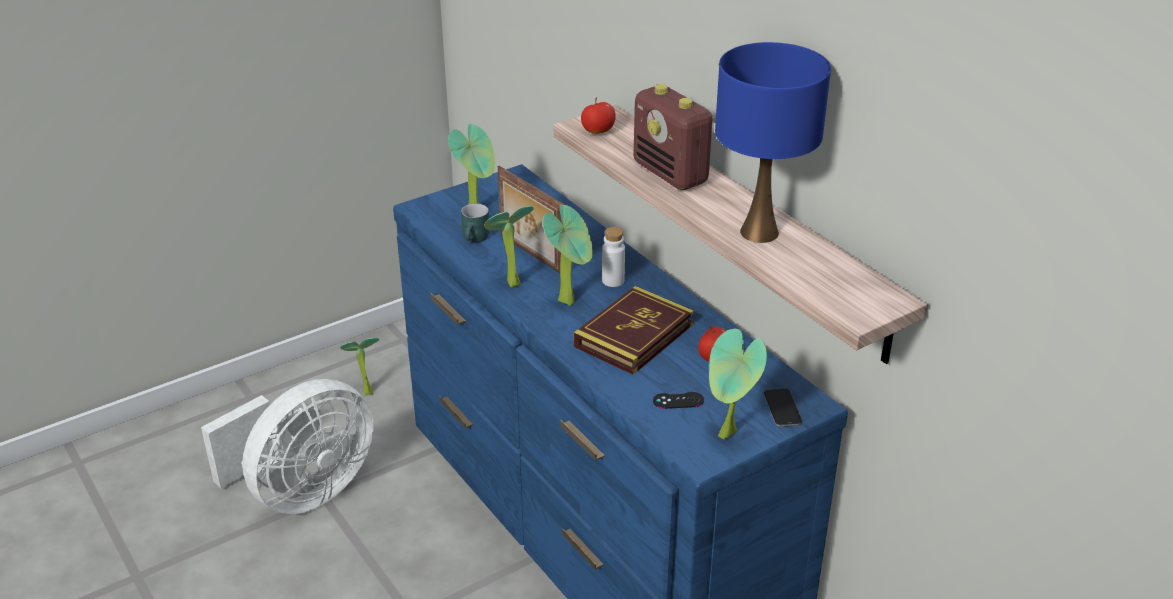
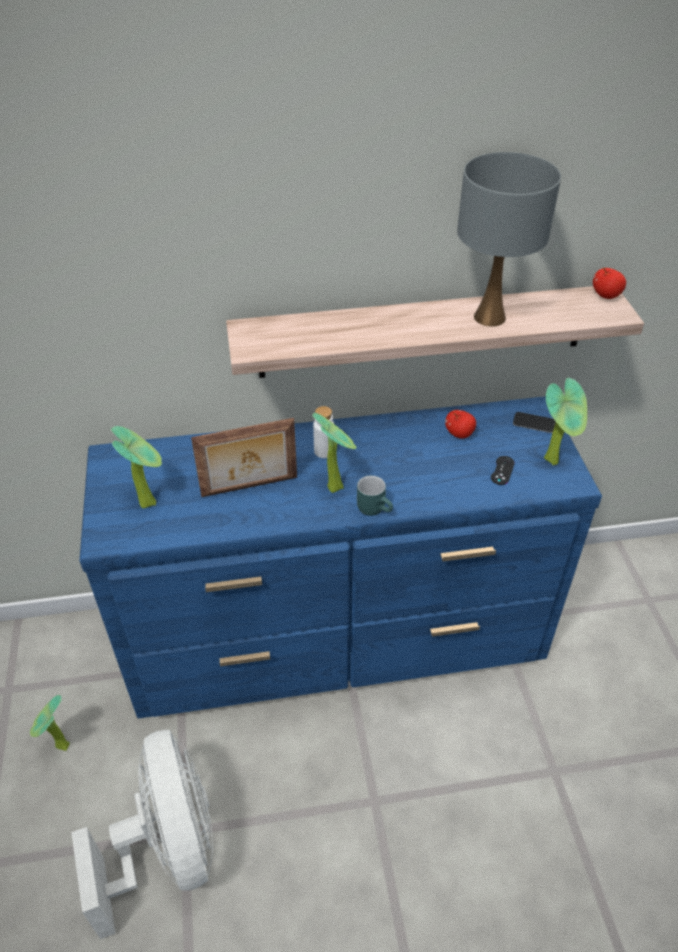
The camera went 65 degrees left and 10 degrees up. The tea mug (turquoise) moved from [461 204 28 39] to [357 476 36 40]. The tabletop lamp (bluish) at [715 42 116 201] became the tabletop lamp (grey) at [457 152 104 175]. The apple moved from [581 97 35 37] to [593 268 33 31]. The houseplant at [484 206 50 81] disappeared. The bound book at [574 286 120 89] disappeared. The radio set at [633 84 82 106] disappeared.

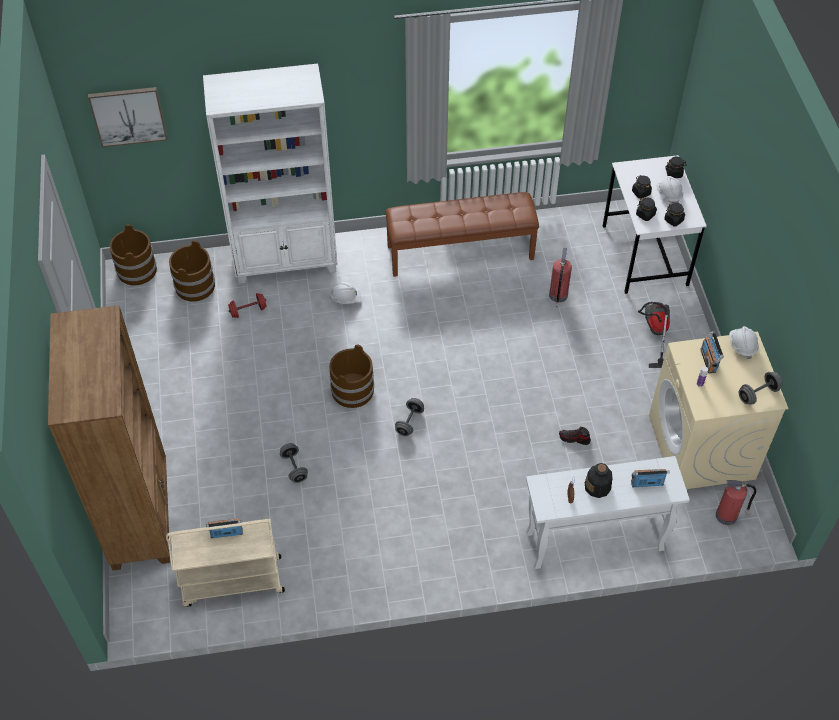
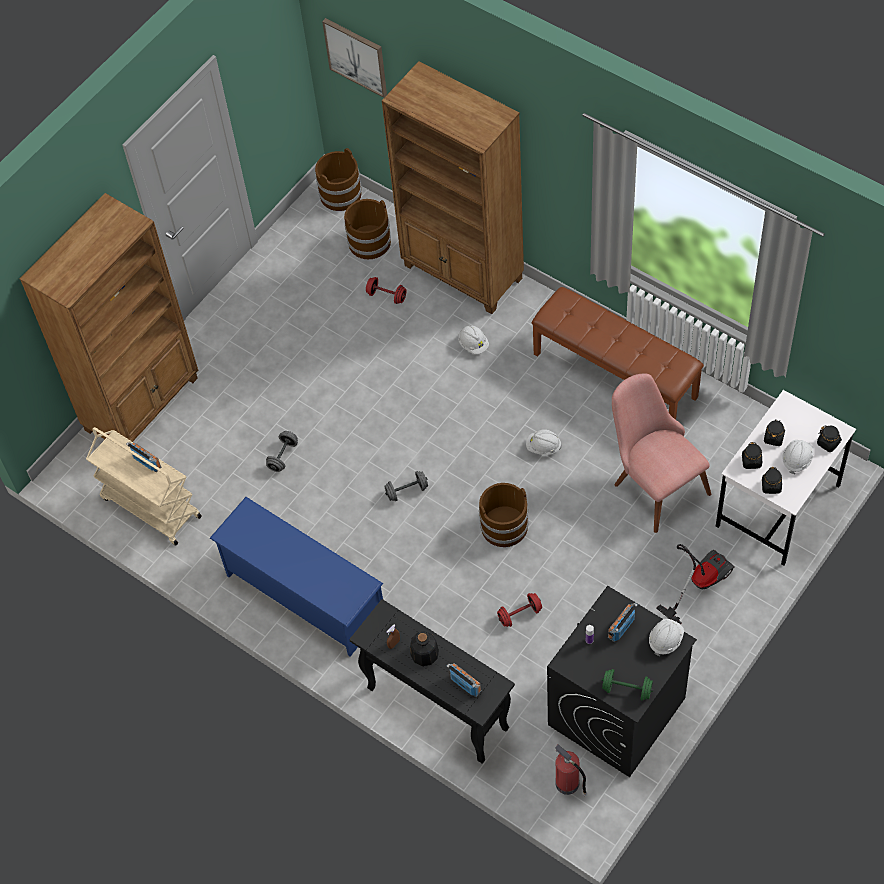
The camera went 50 degrees right and 5 degrees up. The shoe stand (bluish) at [210 497 173 159] appeared. The narrow table (white-coloured) at [526 456 164 113] became the narrow table (blackish) at [349 599 166 165]. The bookcase (white-coloured) at [203 64 135 220] became the bookcase (brown-coloured) at [382 61 142 253]. The bucket (brown-coloured) moved from [329 344 45 64] to [479 483 50 64]. The low shoe at [559 427 32 18] was replaced by the dumbbell (red) at [497 593 45 34]. The work helmet (white-coloured) at [526 429 36 26] appeared. The washing machine (beige) at [649 331 140 158] became the washing machine (blackish) at [547 586 150 191]. The dumbbell (grey) at [739 372 44 32] became the dumbbell (greenish) at [602 669 51 32]. The fire extinguisher at [549 248 23 60] was replaced by the plain chair (pinkish) at [612 374 99 159].

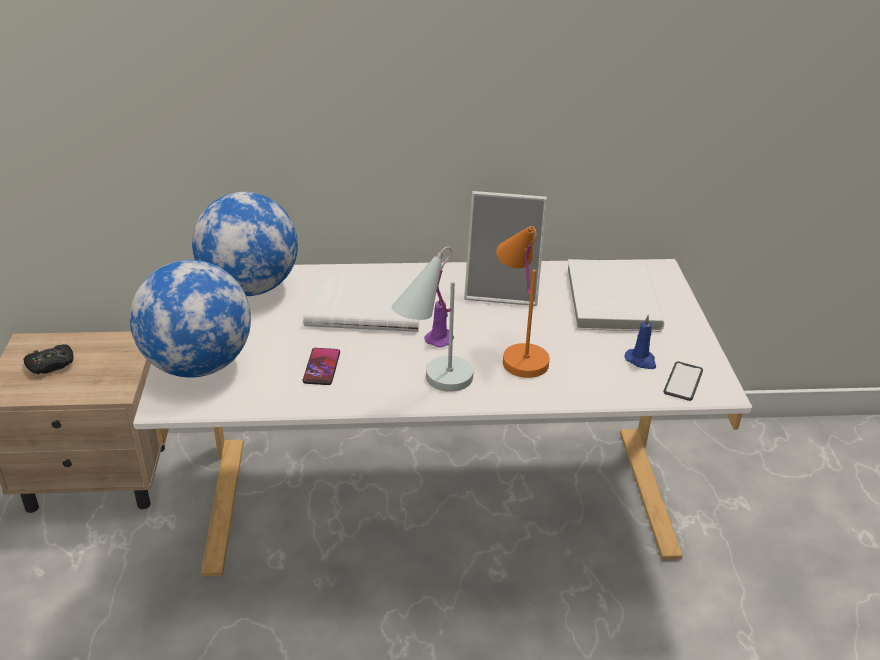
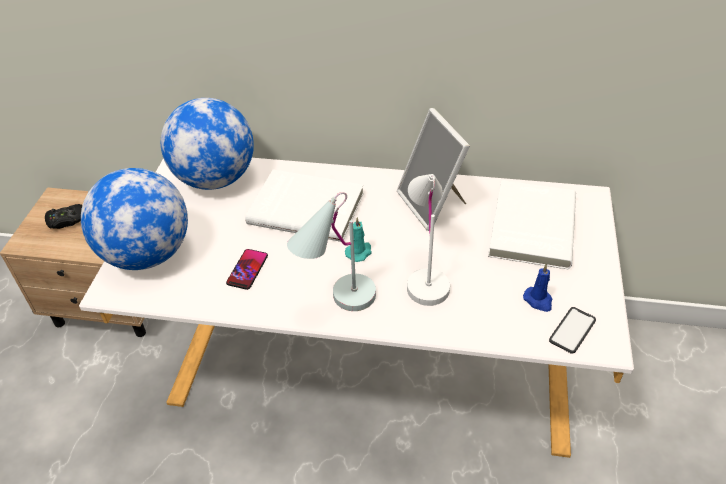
The camera went 15 degrees right and 10 degrees up. The candle (purple) at [424 300 30 47] became the candle (turquoise) at [345 217 27 45]. The picture frame at [464 191 83 115] turned 45 degrees clockwise. The tabletop lamp (orange-coloured) at [496 226 54 152] became the tabletop lamp (white-coloured) at [407 174 43 132].

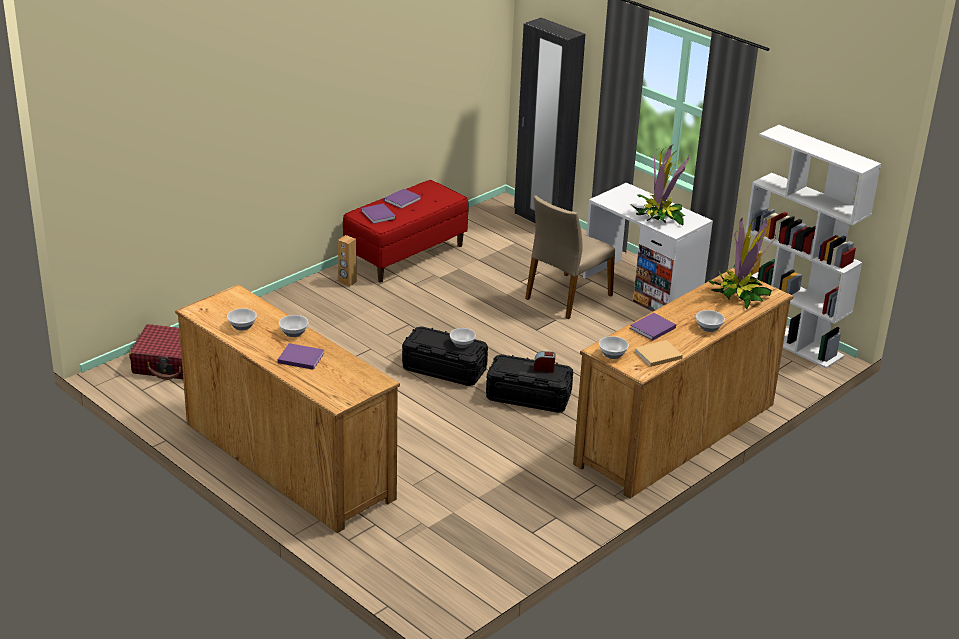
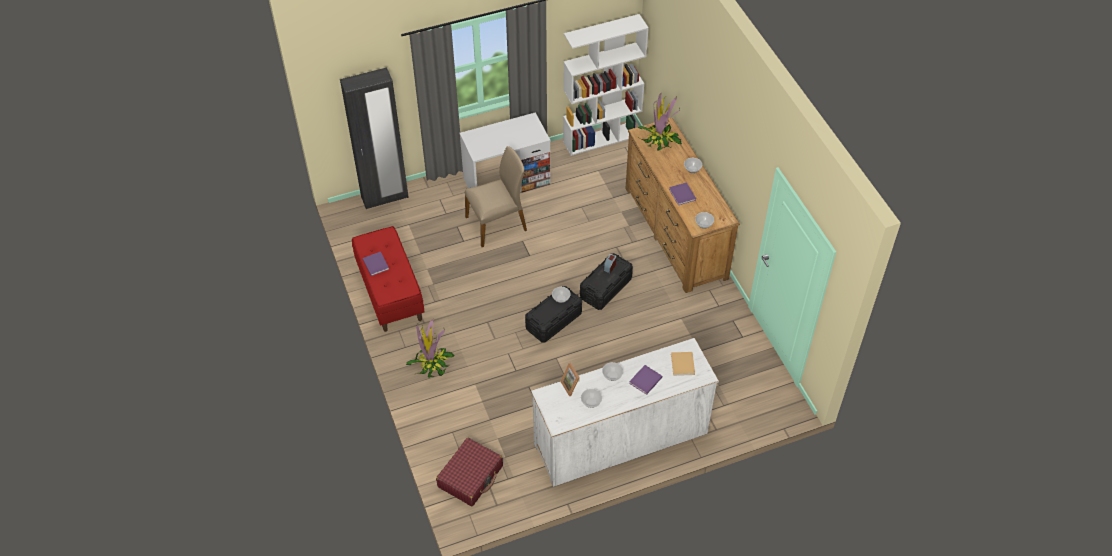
The camera went 65 degrees left and 20 degrees up. The houseplant moved from [631 145 58 80] to [406 319 48 59]. The plain chair (beige) at [525 195 90 124] turned 90 degrees counterclockwise. The chest of drawers (brown-coloured) at [175 284 225 249] became the chest of drawers (white-coloured) at [531 338 188 149]. The picture frame at [560 363 20 33] appeared. The bound book (beige) moved from [634 340 49 27] to [671 352 24 24]. The loudspeaker (brown-coloured) at [338 235 19 52] disappeared. The bound book (purple) at [361 204 35 20] disappeared.

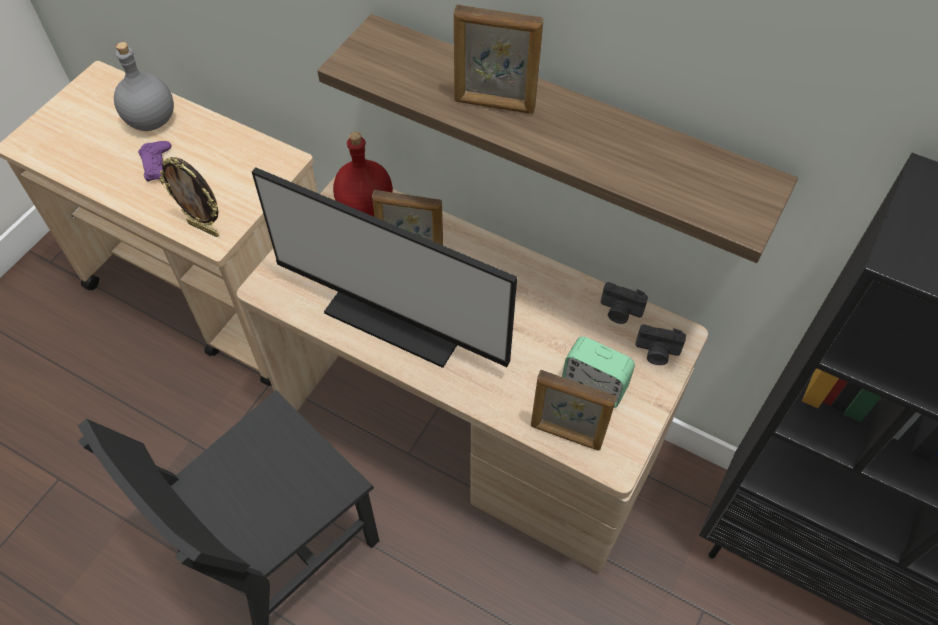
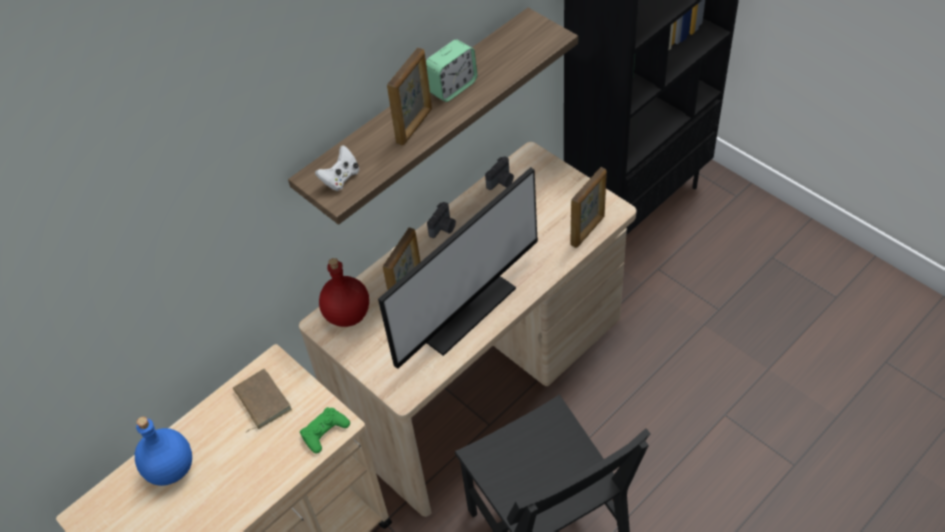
The camera went 70 degrees left and 5 degrees down. The beverage bottle (grey) at [114 42 60 89] became the beverage bottle (bluish) at [135 417 57 69]. The bound book (brown-coloured) at [233 369 59 64] appeared. The picture frame at [159 157 60 80] was replaced by the joypad (greenish) at [300 407 50 47]. The joypad (white-coloured) at [315 145 44 46] appeared. The bedside clock moved from [562 337 73 71] to [426 40 51 62]. The still camera moved from [635 325 51 40] to [427 202 29 36]. The joypad (purple) at [138 141 33 41] disappeared.

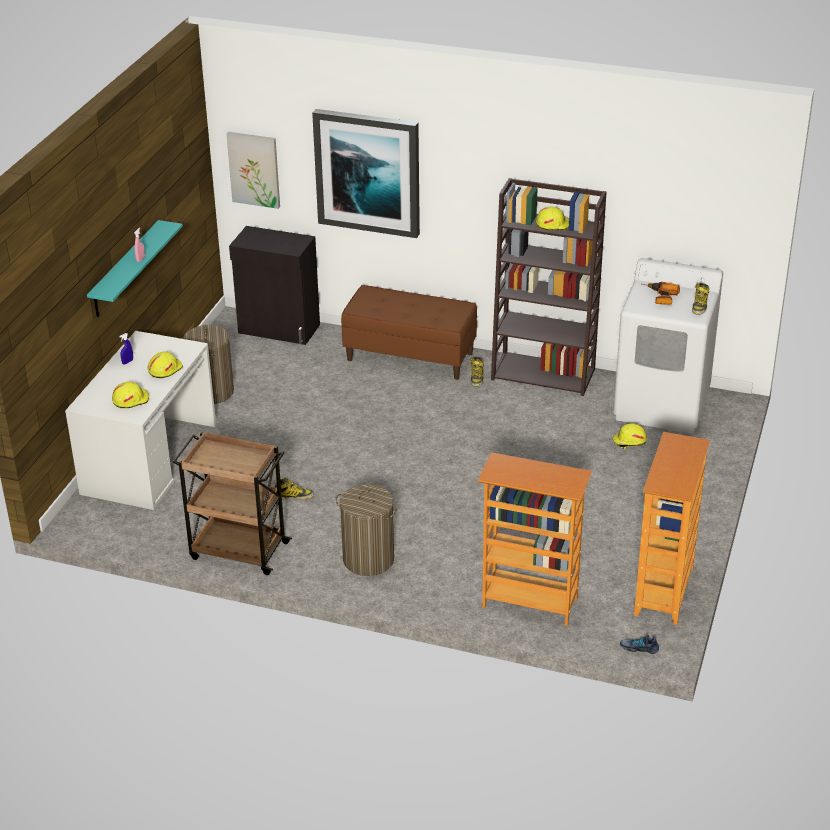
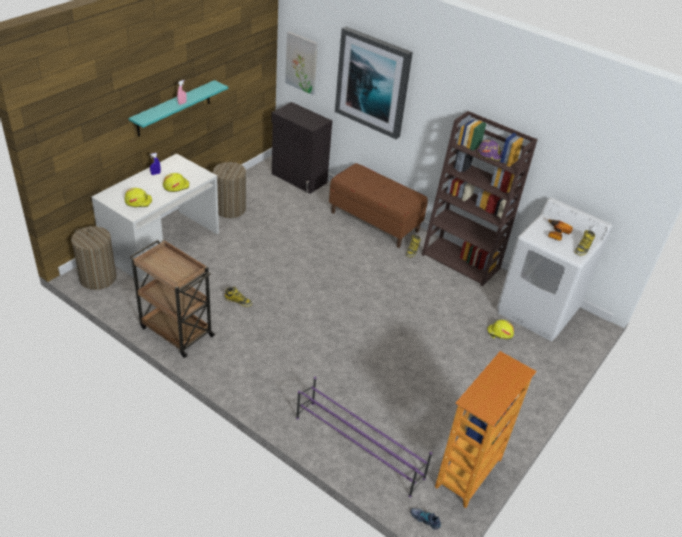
The camera went 15 degrees right and 5 degrees up. The washing basket moved from [335 485 62 91] to [71 226 45 64]. The bookcase at [478 452 114 174] was replaced by the shoe stand (purple) at [296 376 136 121]. The work helmet (yellow) at [536 206 33 24] became the work helmet (purple) at [478 140 25 21].

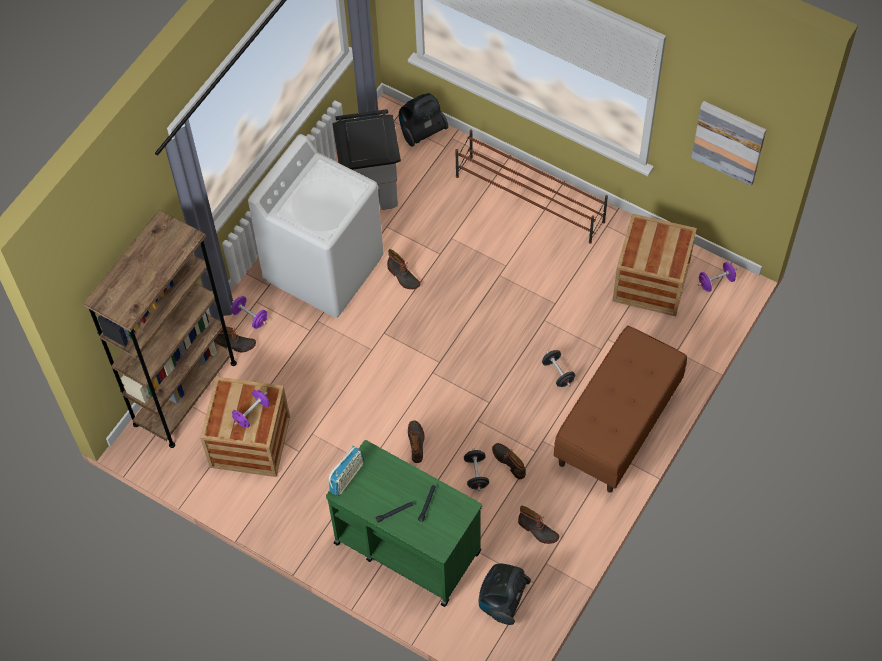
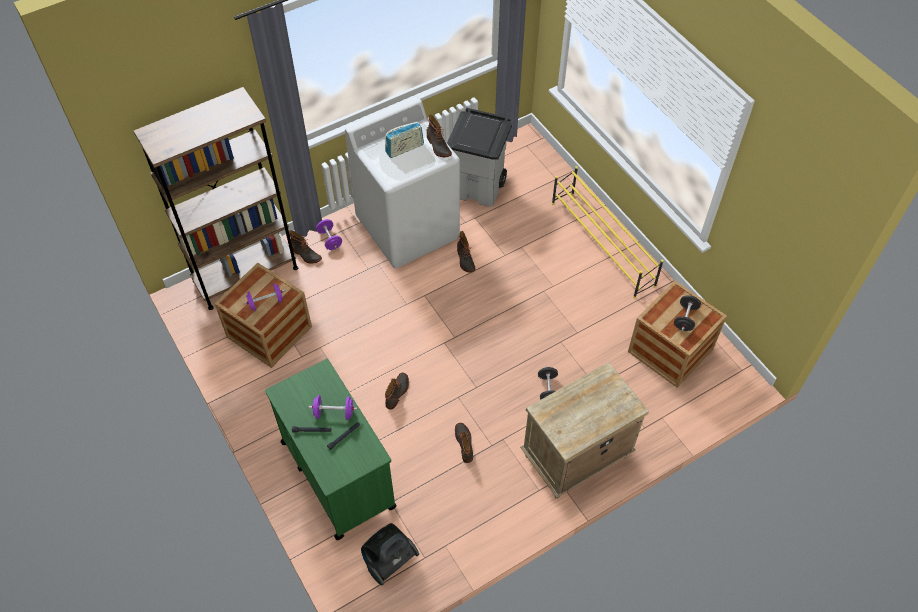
The camera went 25 degrees right and 5 degrees down. The dumbbell (purple) moved from [698 262 39 30] to [308 395 50 25]. The radio set moved from [328 446 36 50] to [385 122 39 36]. The tall boot moved from [518 506 42 38] to [427 115 25 42]. The indoor bench (brown-coloured) at [554 326 133 167] was replaced by the bedside table (beige) at [520 362 129 137]. The shoe stand (brown-coloured) at [455 130 153 114] became the shoe stand (yellow) at [552 166 112 132]. The dumbbell (blackish) moved from [464 448 25 43] to [674 295 27 36]. The hoover at [399 93 49 54] disappeared. The wall art at [691 101 75 85] disappeared.

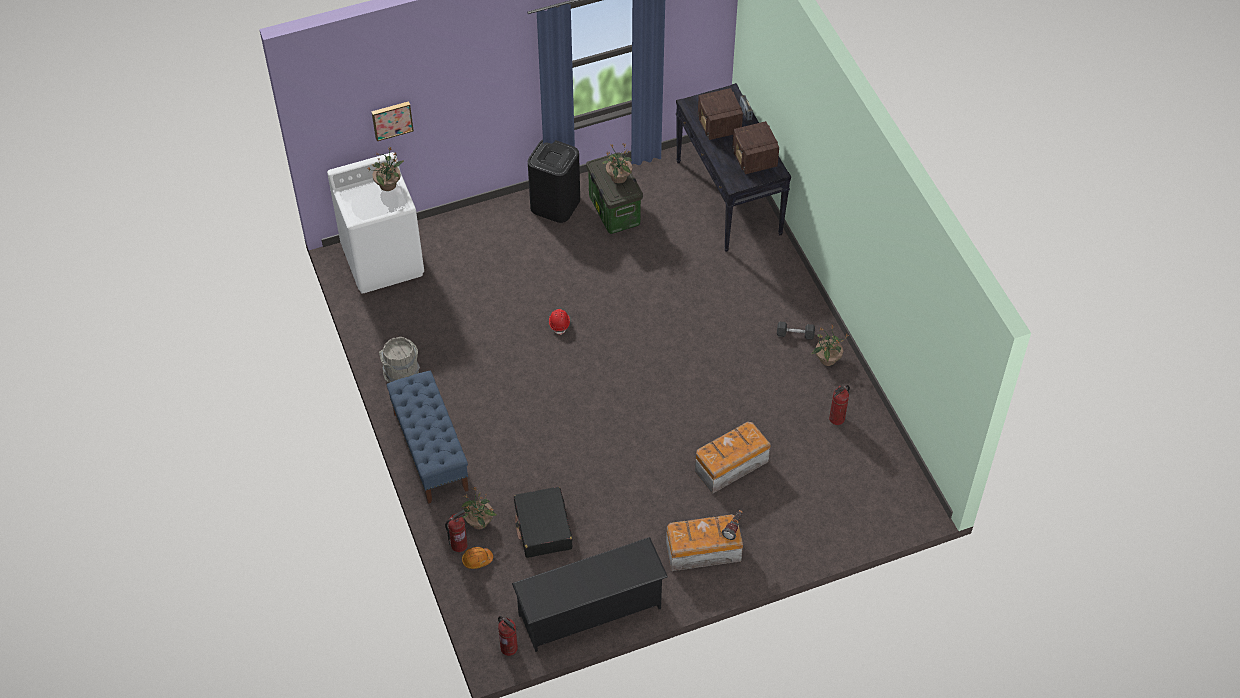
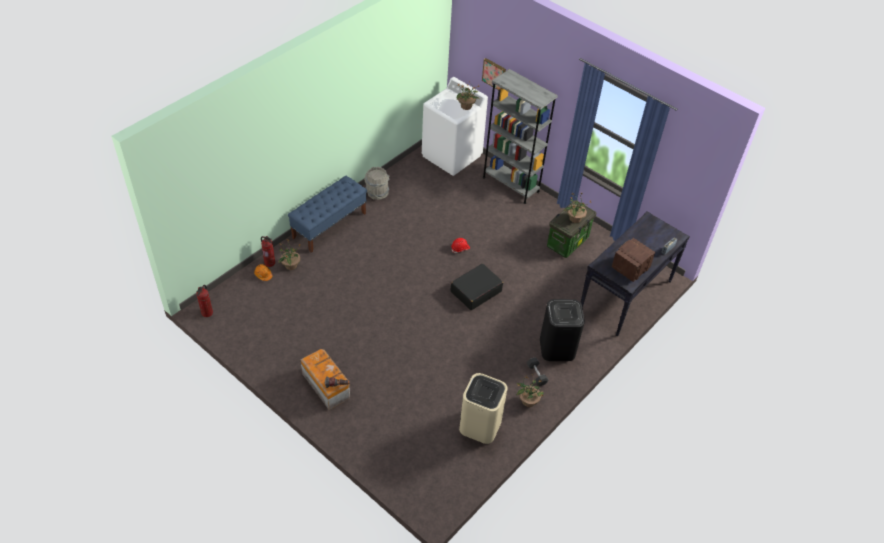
The camera went 60 degrees right and 5 degrees down. The travel case (blackish) moved from [514 487 59 71] to [451 264 52 46]. The fire extinguisher at [829 385 21 40] was replaced by the waste bin (beige) at [459 373 48 71]. The bookcase (grey) at [483 69 75 135] appeared. The waste bin (blackish) moved from [528 140 52 83] to [540 299 45 62]. The shoe stand (blackish) at [512 537 156 115] disappeared. The storage bin at [695 422 76 72] disappeared. The radio set at [698 88 45 52] disappeared.

